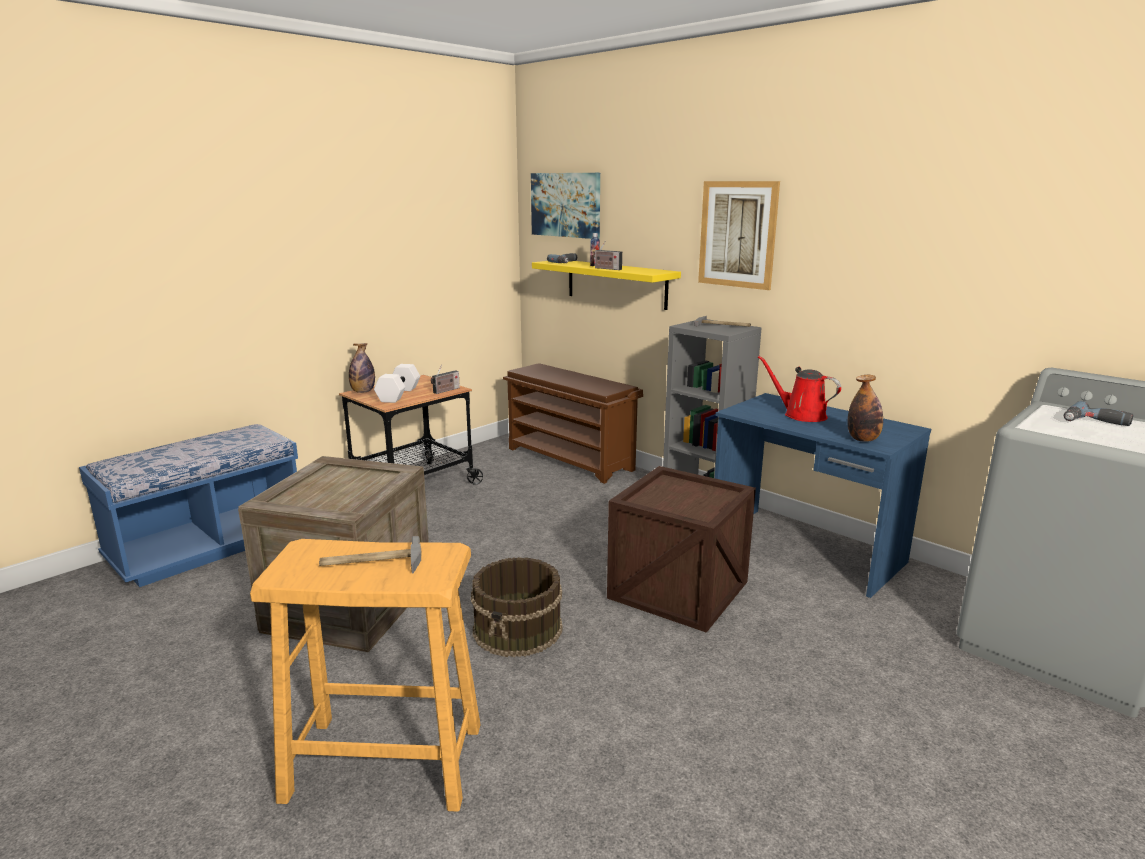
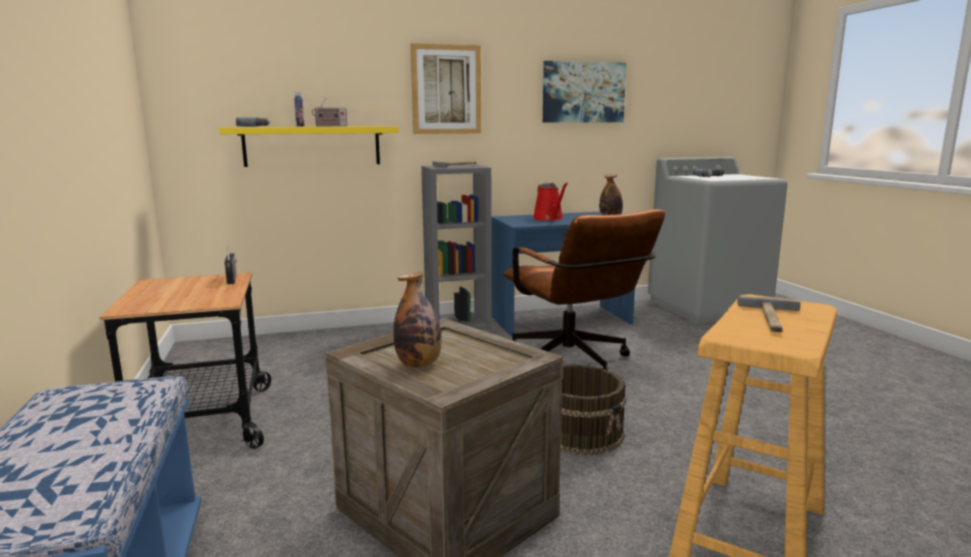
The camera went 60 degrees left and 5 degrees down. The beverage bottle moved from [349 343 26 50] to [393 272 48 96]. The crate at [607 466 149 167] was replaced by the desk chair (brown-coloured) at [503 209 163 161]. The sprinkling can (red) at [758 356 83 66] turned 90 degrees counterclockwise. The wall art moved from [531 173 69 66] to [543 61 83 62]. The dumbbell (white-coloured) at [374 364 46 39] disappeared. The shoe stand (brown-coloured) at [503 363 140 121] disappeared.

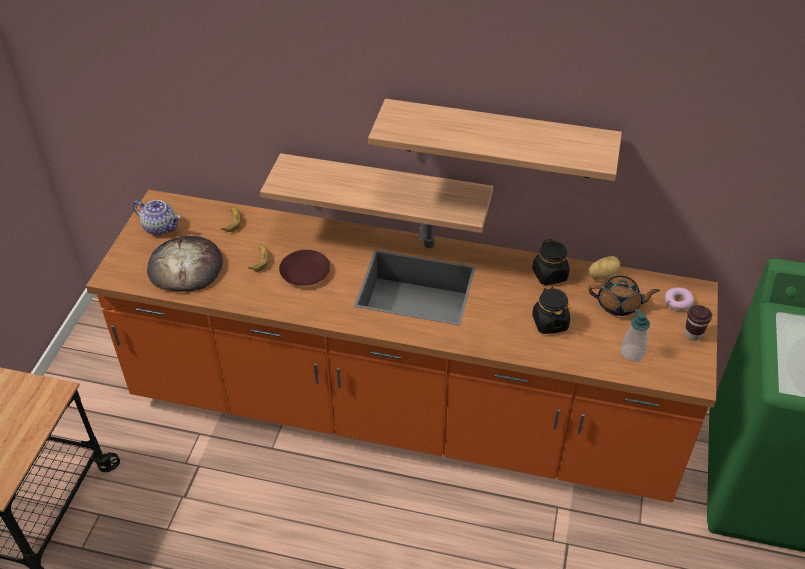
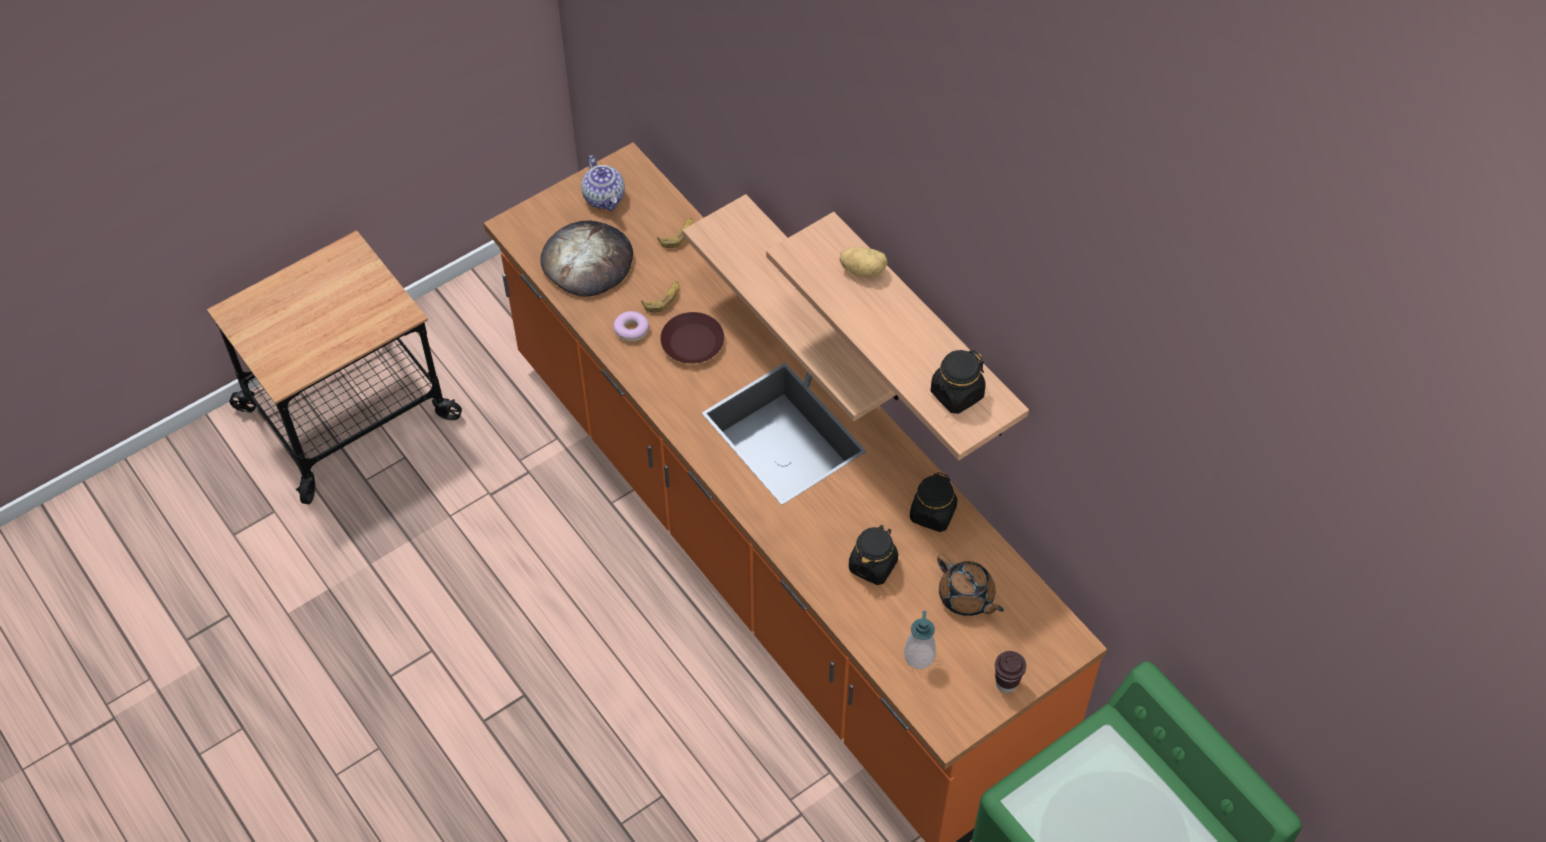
The camera went 40 degrees right and 10 degrees up. The donut moved from [665 287 29 24] to [613 311 36 31]. The spud moved from [588 256 32 24] to [840 247 48 30]. The preserve jar (blackish) at [931 350 55 64] appeared.

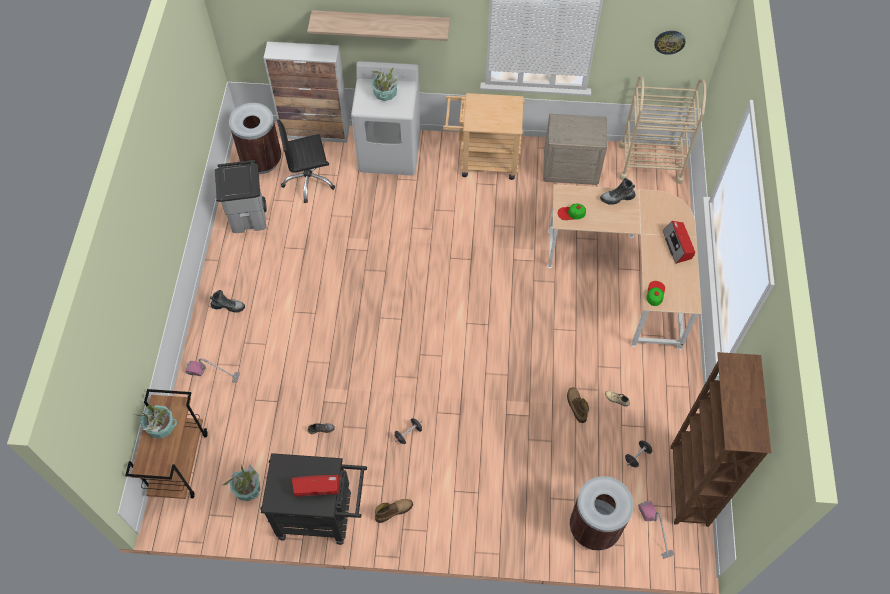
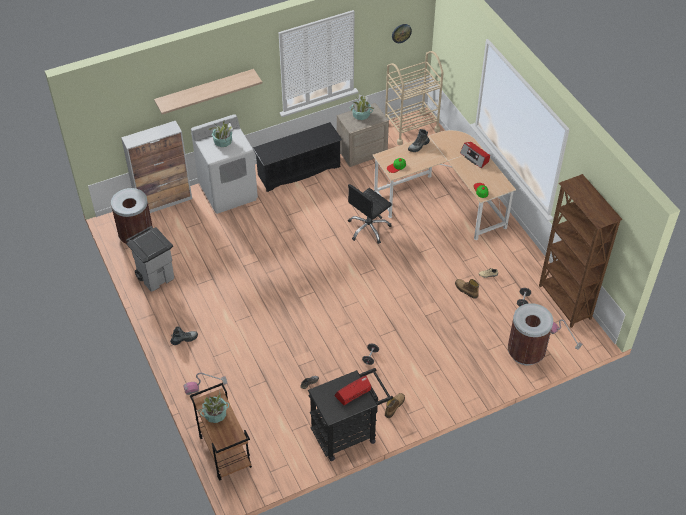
The camera went 30 degrees left and 10 degrees down. The cart (beige) at [443 93 82 87] was replaced by the shoe stand (blackish) at [253 122 89 70]. The desk chair (blackish) moved from [277 120 58 83] to [348 184 44 60]. The houseplant moved from [221 464 39 37] to [350 95 24 25].

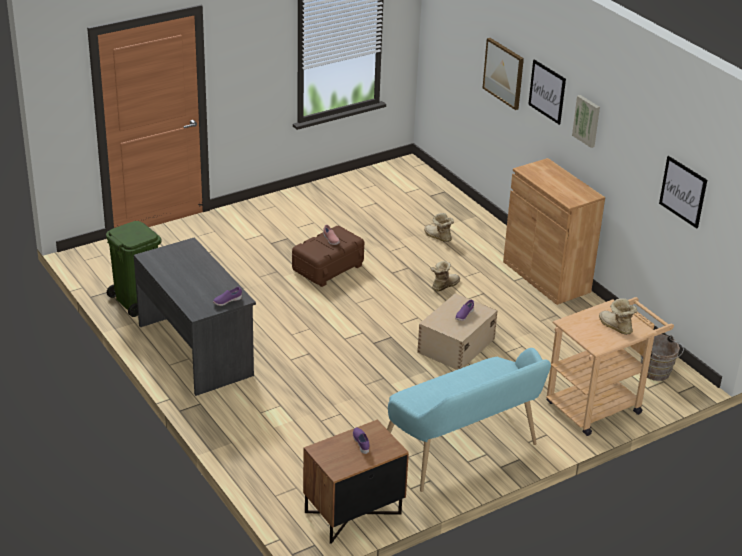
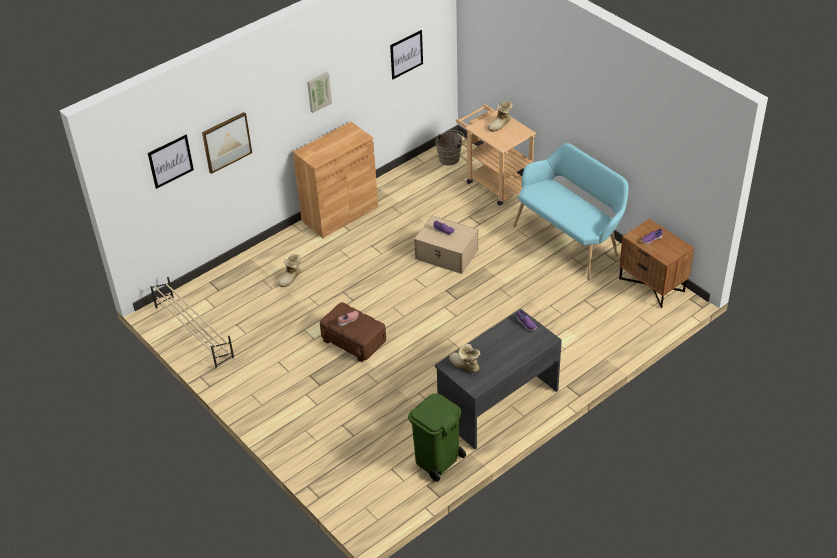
The camera went 95 degrees left and 10 degrees up. The wall art moved from [528 59 38 66] to [148 135 46 54]. The shoe stand (beige) at [150 275 84 94] appeared. The tall boot moved from [430 261 30 30] to [449 344 32 28].

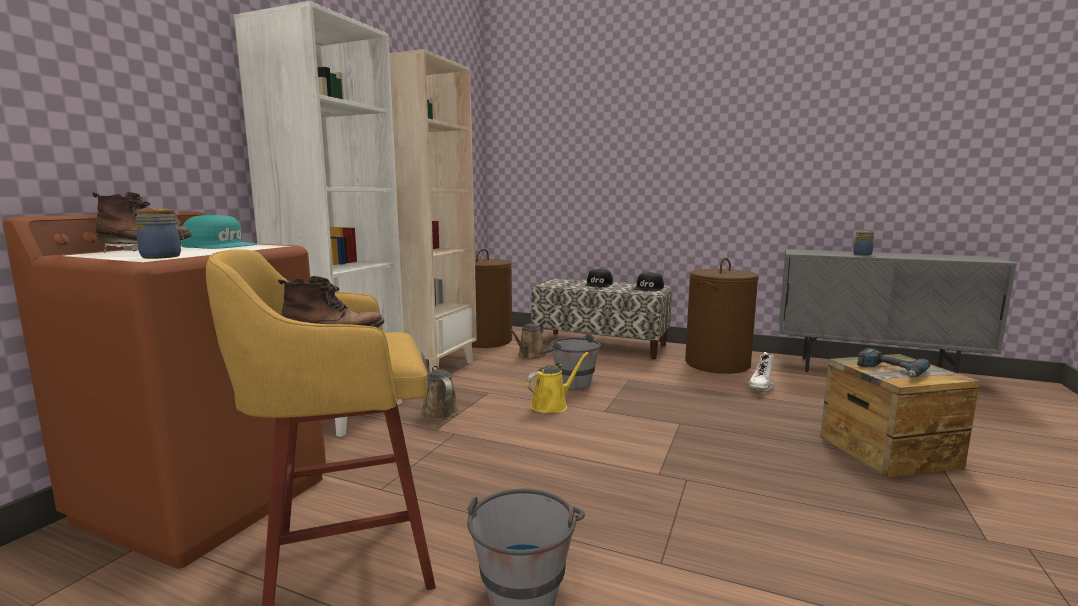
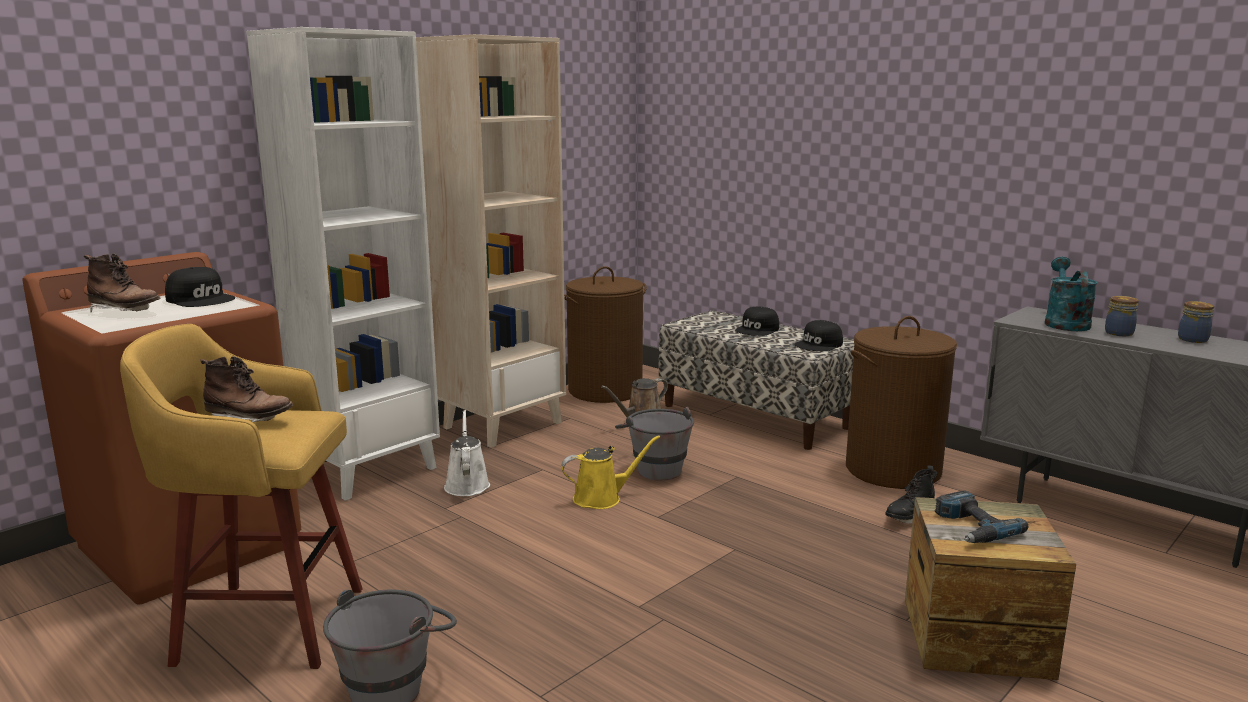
The camera went 20 degrees right and 5 degrees up. The peaked cap (turquoise) at [181 214 77 35] became the peaked cap (blackish) at [165 267 70 40]. The sprinkling can (brown-coloured) at [421 352 38 67] became the sprinkling can (white-coloured) at [444 410 46 86]. The tall boot (white-coloured) at [747 352 27 40] became the tall boot (blackish) at [886 466 52 58]. The sprinkling can (turquoise) at [1045 257 53 74] appeared. The preserve jar moved from [135 208 49 51] to [1178 301 36 42].

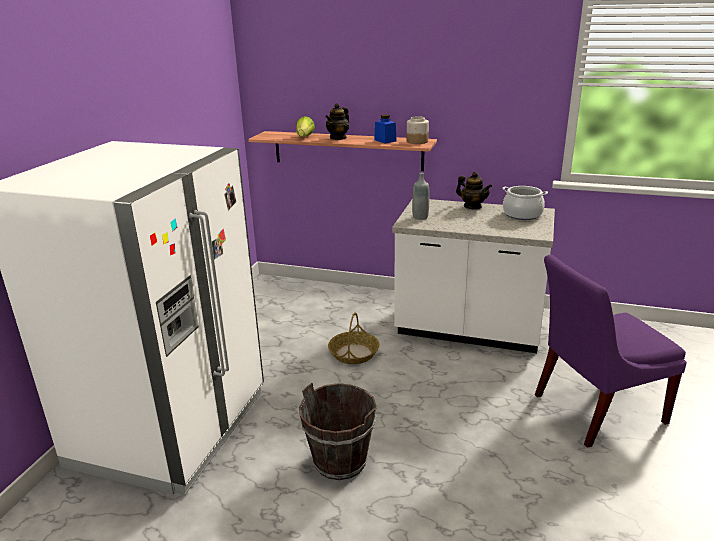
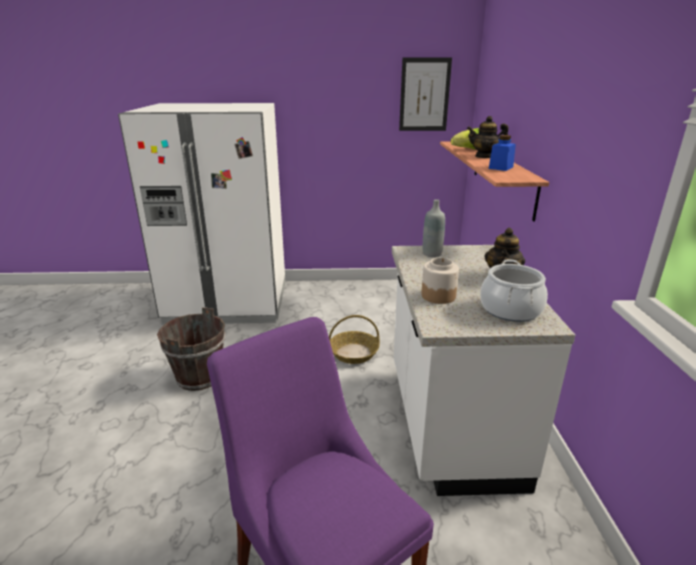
The camera went 70 degrees right and 0 degrees up. The wall art at [399 57 53 74] appeared. The preserve jar moved from [407 116 22 28] to [421 258 38 46].

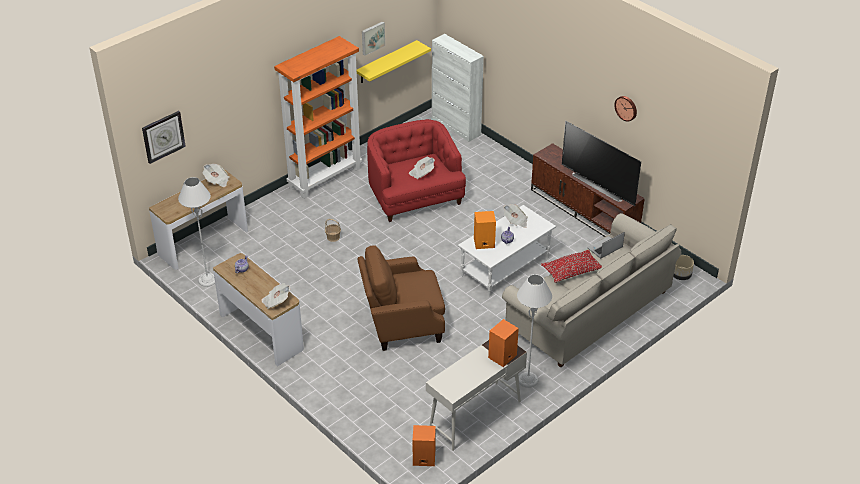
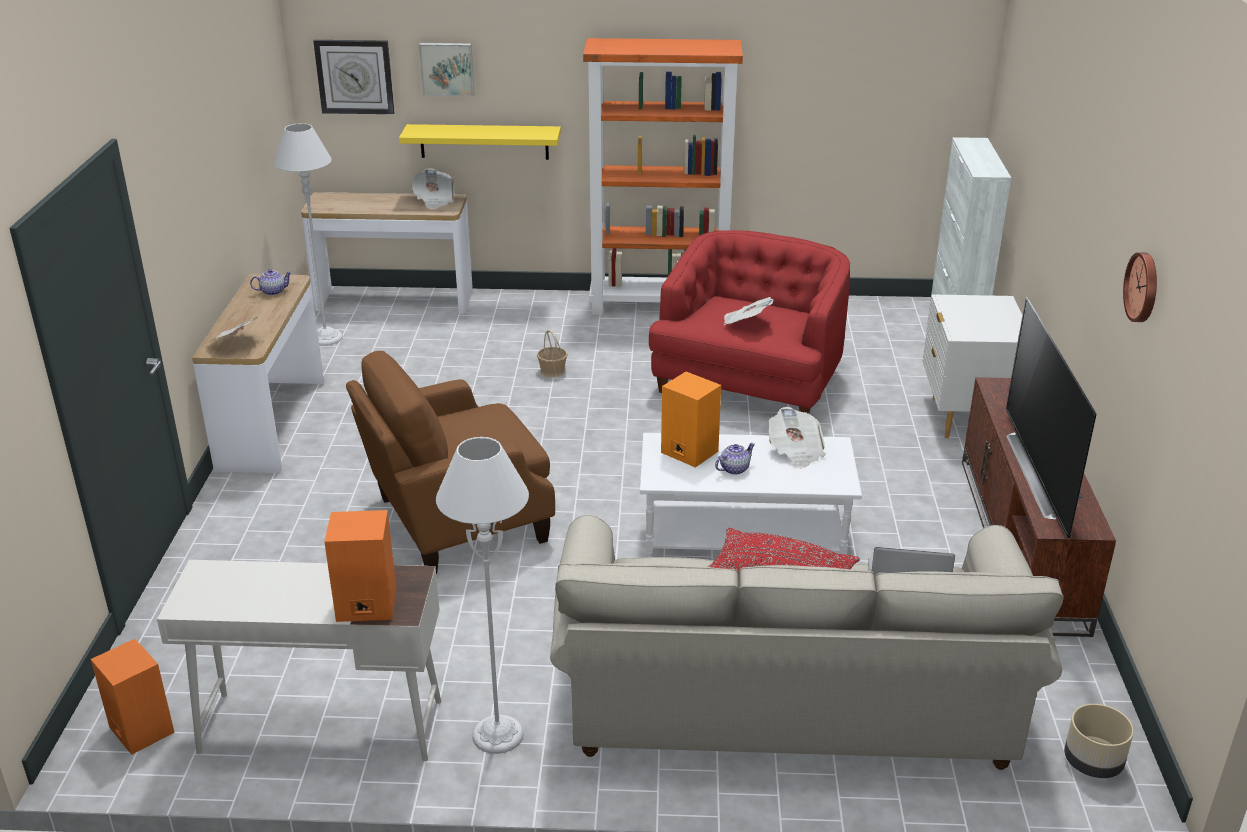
The camera went 45 degrees right and 10 degrees down. The lounge chair (brown-coloured) at [358 245 87 106] turned 60 degrees counterclockwise. The wall shelf (yellow) moved from [357 40 74 43] to [399 124 162 36]. The wall art moved from [362 21 23 35] to [419 43 56 53]. The bedside table (white-coloured) at [922 294 100 144] appeared.

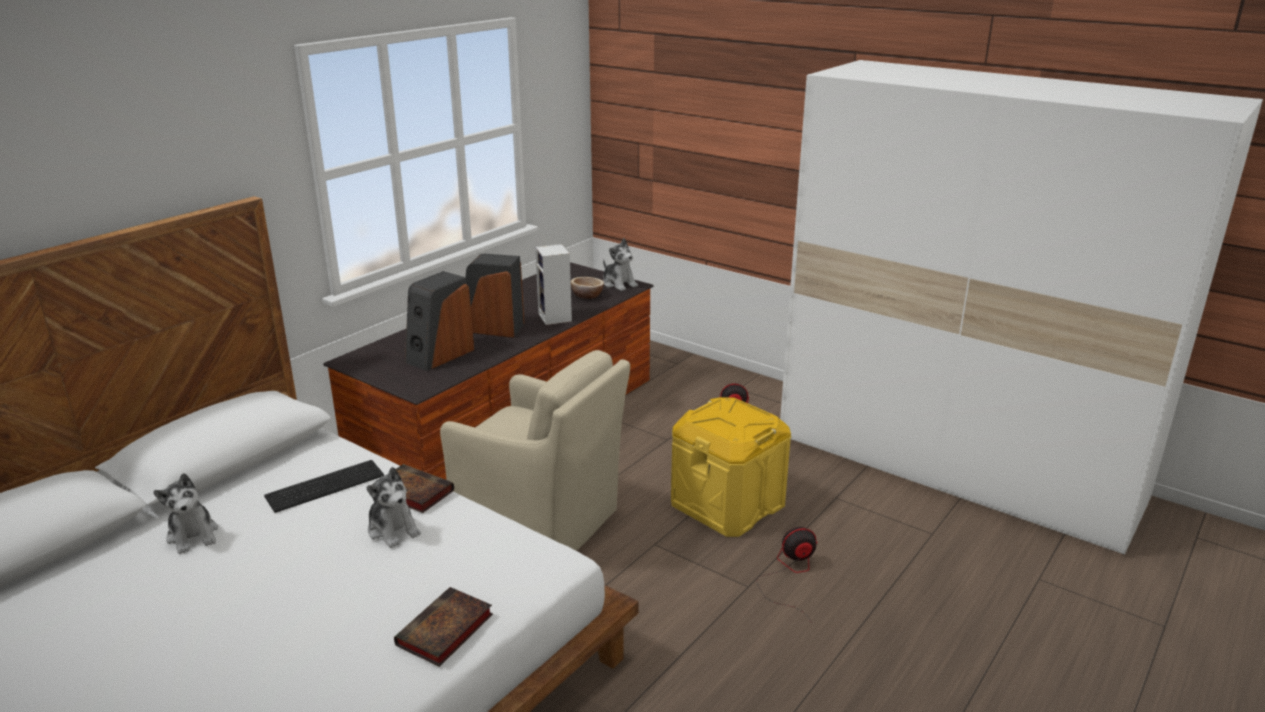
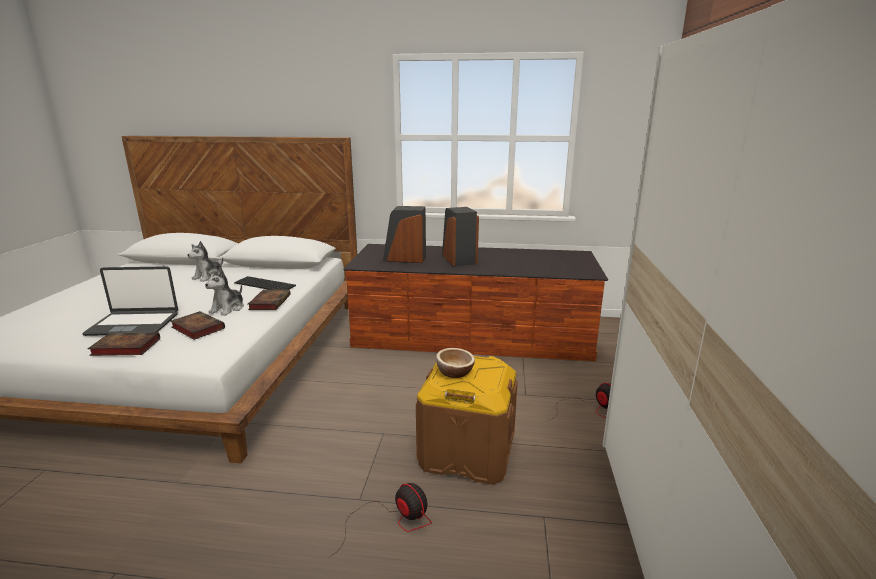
The camera went 60 degrees right and 5 degrees down. The notebook computer at [82 266 96 70] appeared. The bound book at [170 311 55 29] appeared. The storage bin (yellow) at [671 397 120 140] became the storage bin (brown-coloured) at [416 356 102 129]. The deep dish moved from [571 277 33 22] to [436 348 39 30]. The lounge chair (beige) at [440 350 190 201] disappeared. The loudspeaker at [535 244 37 81] disappeared. The soft toy at [603 238 35 53] disappeared.

